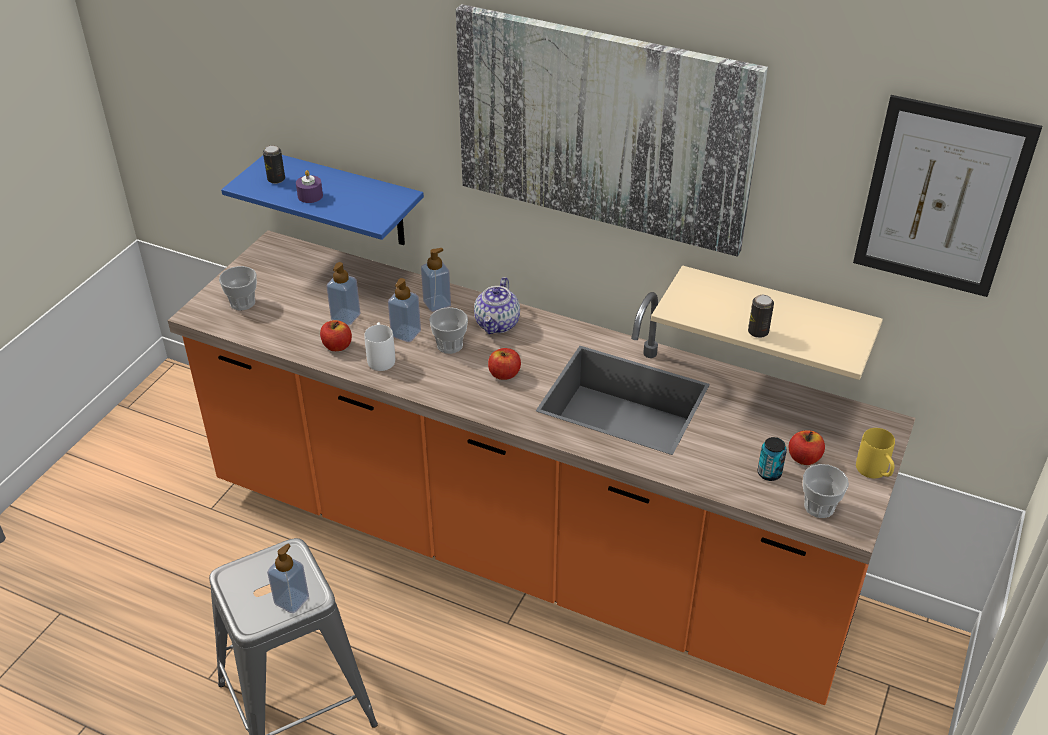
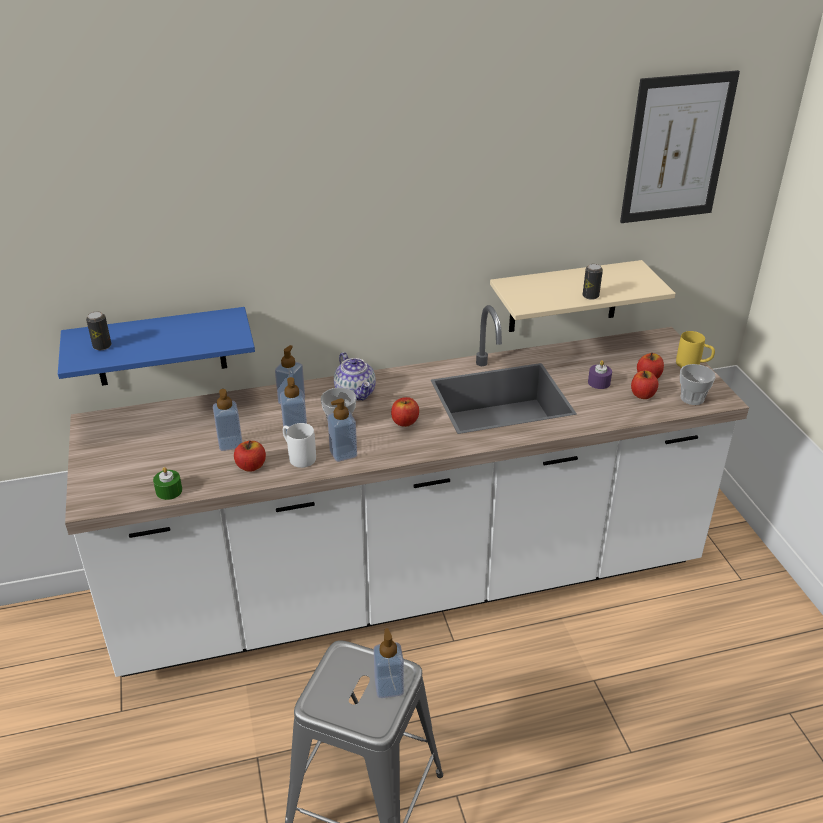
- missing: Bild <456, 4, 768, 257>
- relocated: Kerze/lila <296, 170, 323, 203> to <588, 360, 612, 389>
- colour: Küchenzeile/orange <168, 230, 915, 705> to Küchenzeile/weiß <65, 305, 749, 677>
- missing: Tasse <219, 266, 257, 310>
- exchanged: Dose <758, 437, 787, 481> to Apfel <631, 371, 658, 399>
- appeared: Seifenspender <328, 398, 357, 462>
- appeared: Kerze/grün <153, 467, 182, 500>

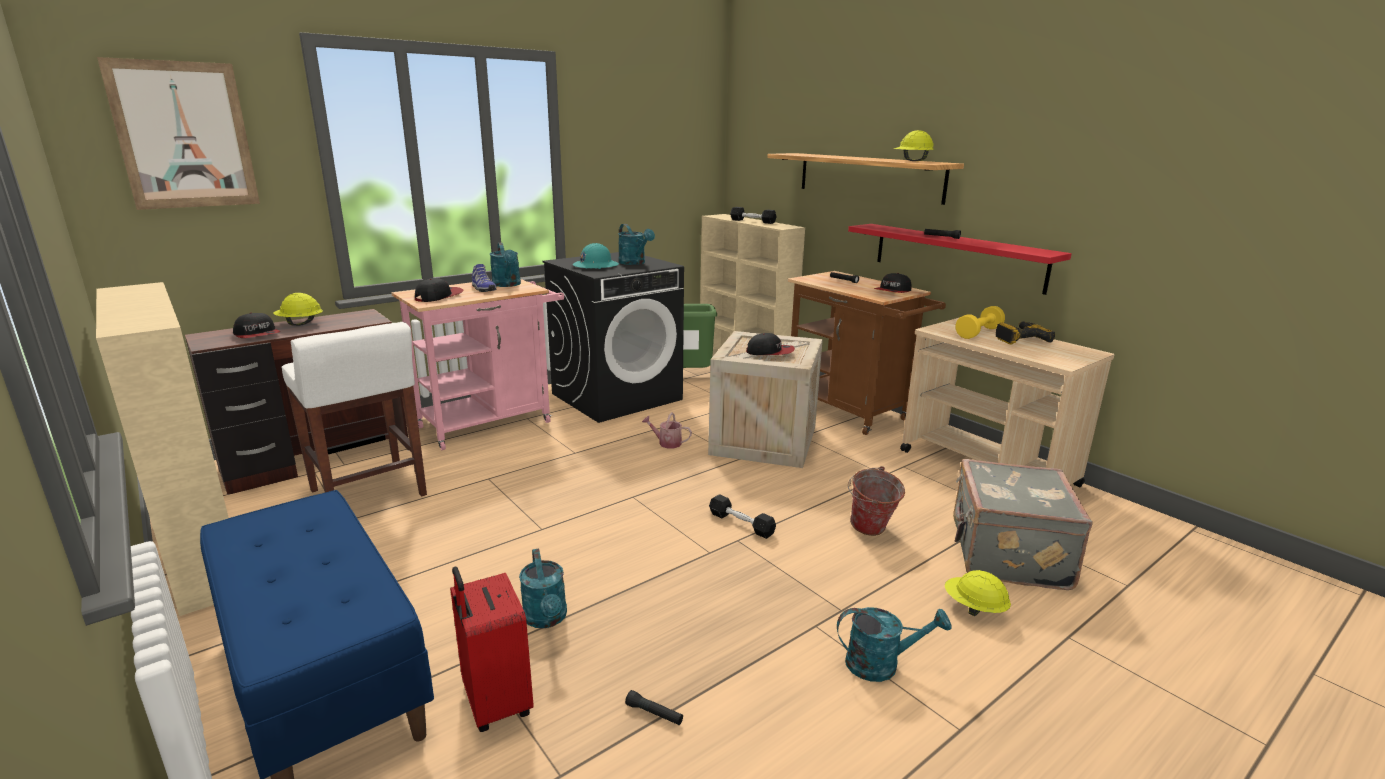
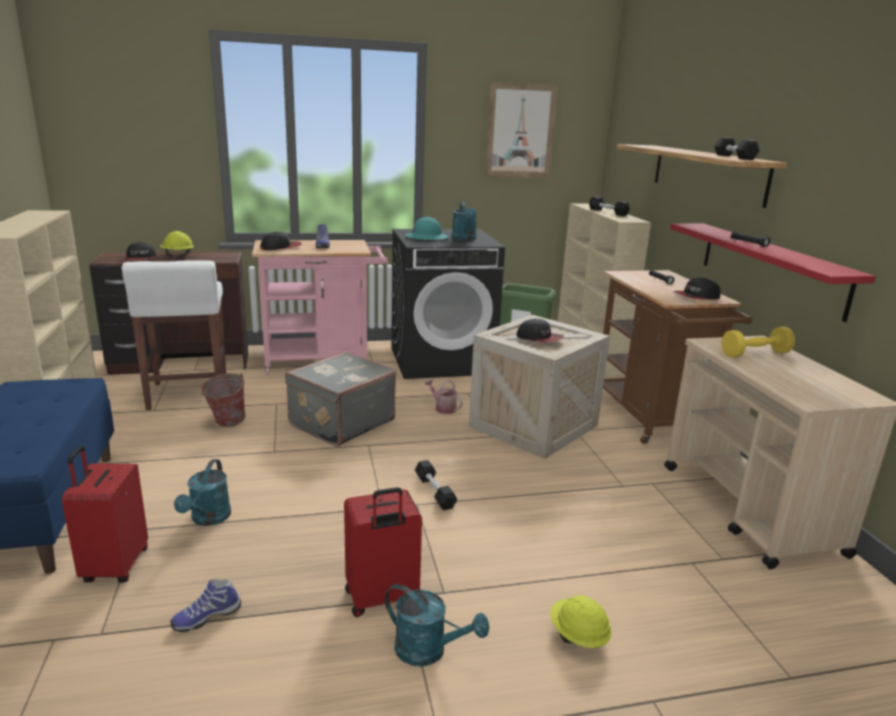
- relocated: Bild <97, 57, 260, 210> to <485, 82, 558, 178>
- exchanged: Schutzhelm/gelb <894, 130, 935, 161> to Hantel/schwarz <714, 137, 760, 160>
- missing: Gießkanne/türkis <490, 243, 521, 287>
- missing: Bohrmaschine <996, 321, 1055, 344>
- relocated: Koffer/grau <953, 459, 1092, 590> to <285, 352, 397, 446>
- relocated: Eimer <848, 466, 905, 536> to <199, 373, 245, 427>
- exchanged: Taschenlampe/schwarz <625, 690, 683, 725> to Schuh <170, 579, 241, 632>
- appeared: Koffer/rot <344, 487, 422, 617>

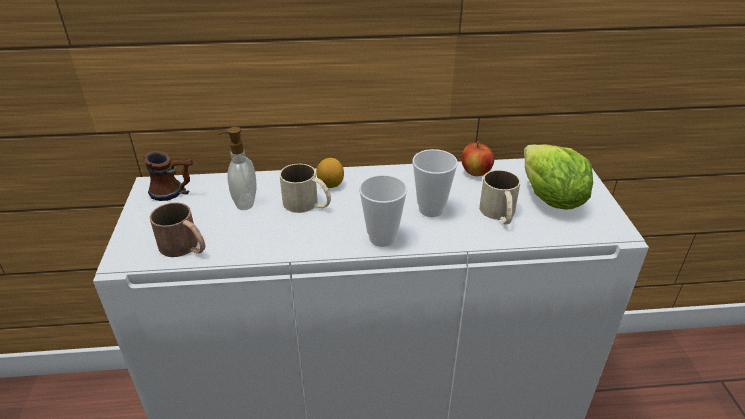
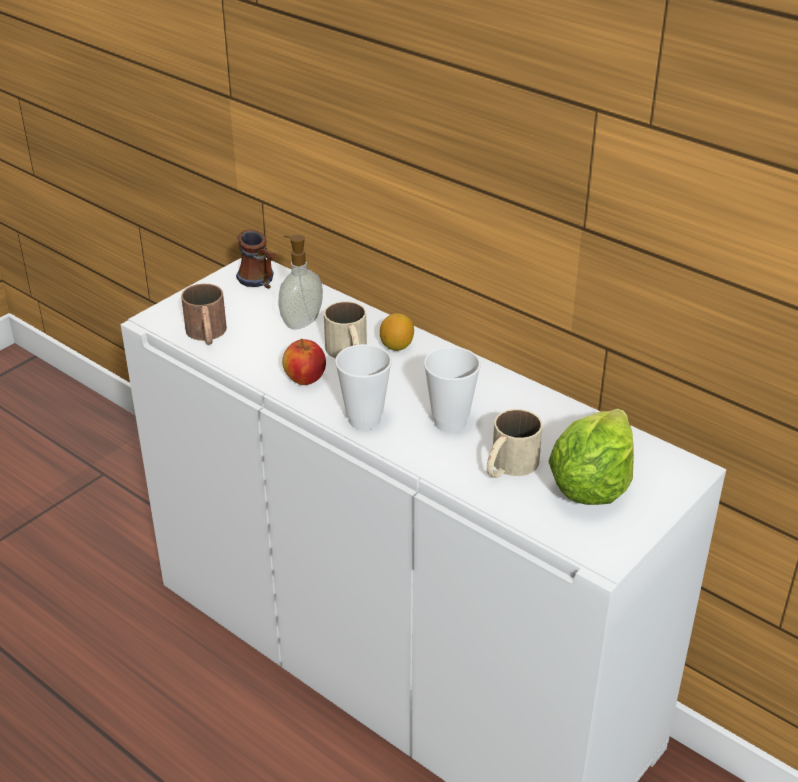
- relocated: Apfel <461, 141, 494, 176> to <282, 339, 326, 385>

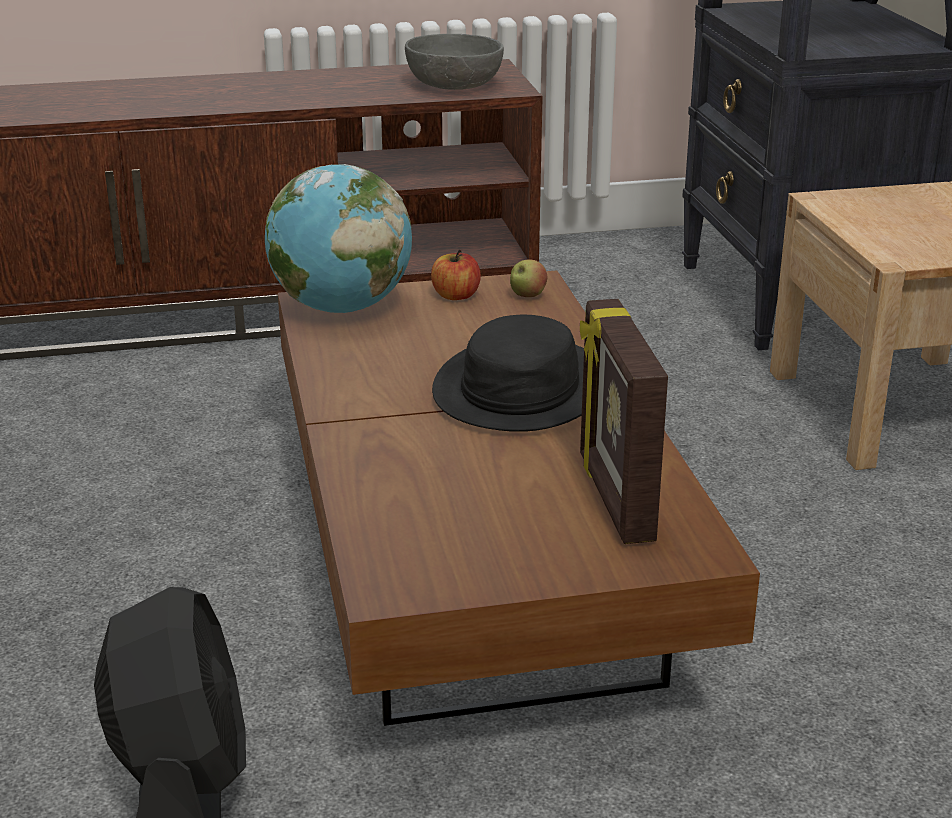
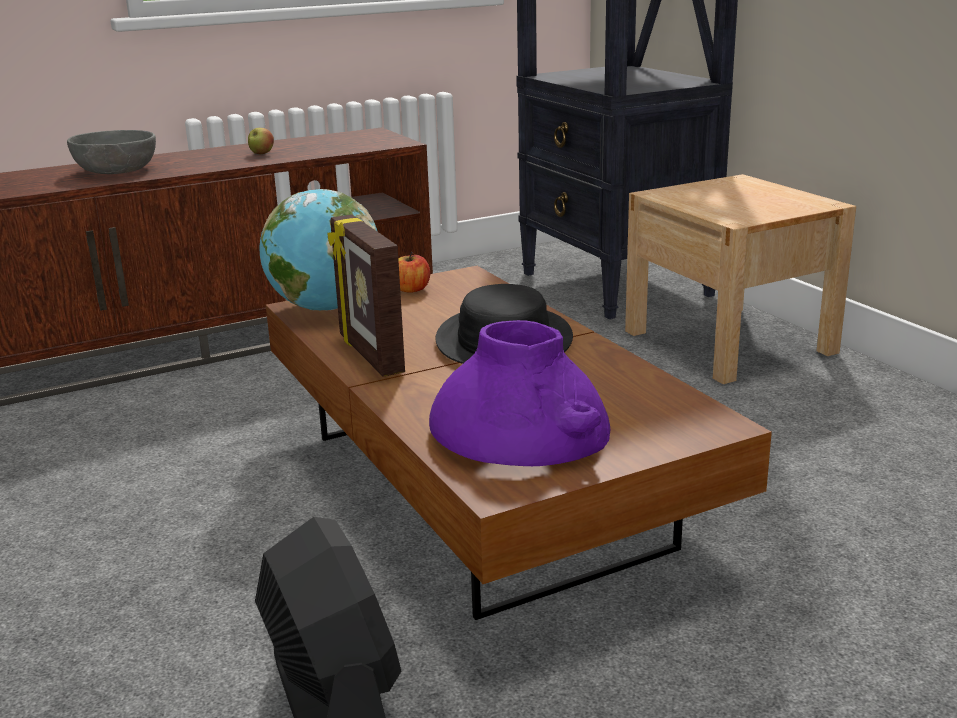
- relocated: Schüssel/grau <405, 34, 504, 90> to <67, 130, 156, 174>
- relocated: Apfel <510, 259, 547, 297> to <248, 128, 274, 154>
- relocated: Bilderrahmen <580, 299, 668, 544> to <328, 214, 405, 377>
- appeared: Vase/lila <429, 320, 611, 466>

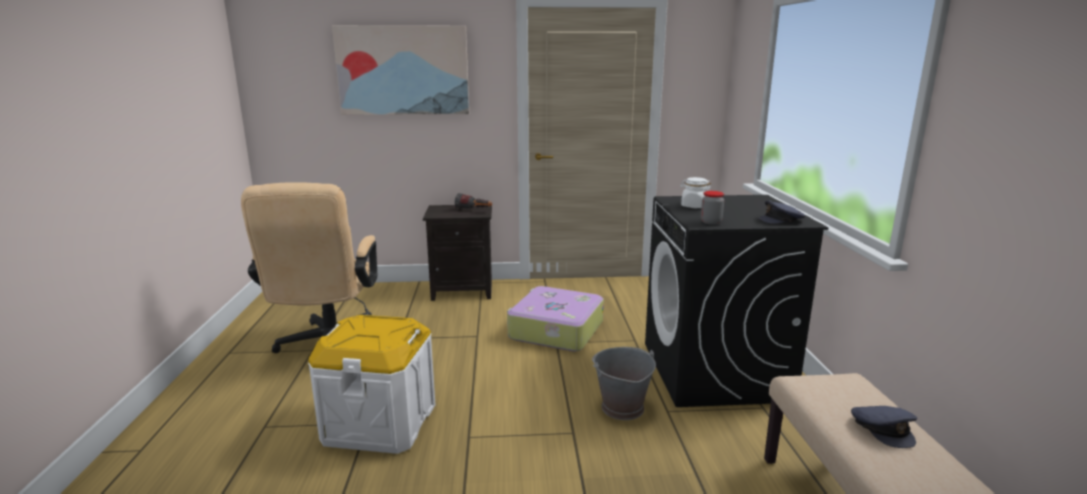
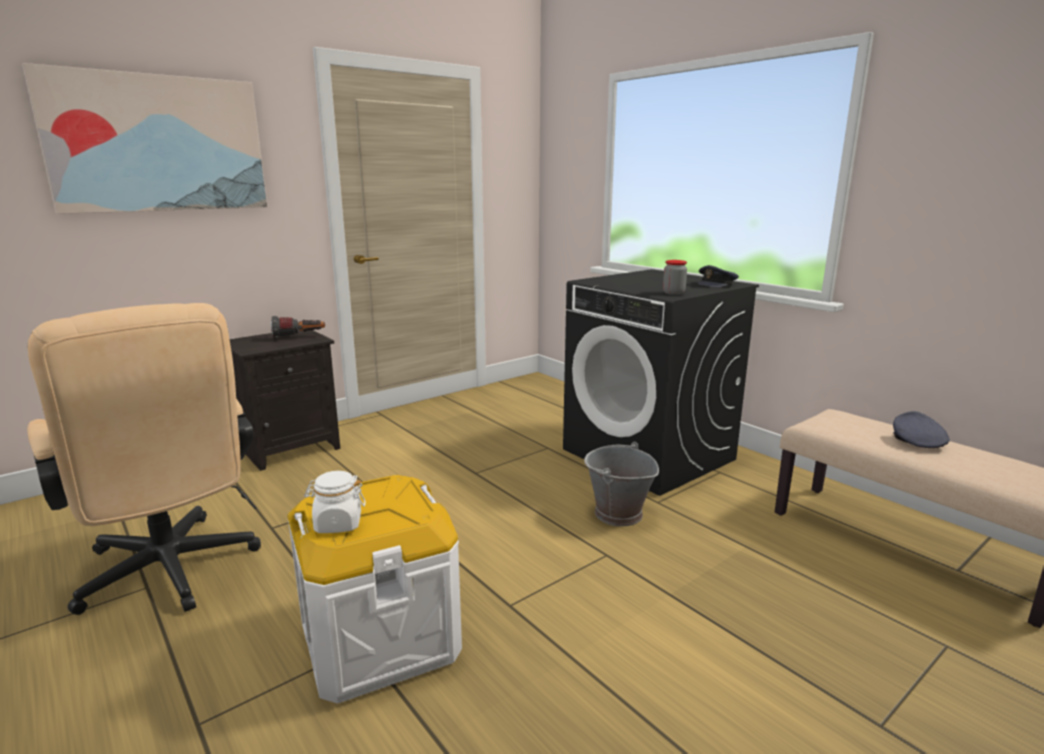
- relocated: Vorratsglas/weiß <680, 177, 711, 208> to <304, 471, 366, 533>
- missing: Koffer <507, 286, 604, 352>
- spun: Kappe/grau <851, 406, 917, 448> = <893, 411, 950, 448> 120 degrees counterclockwise

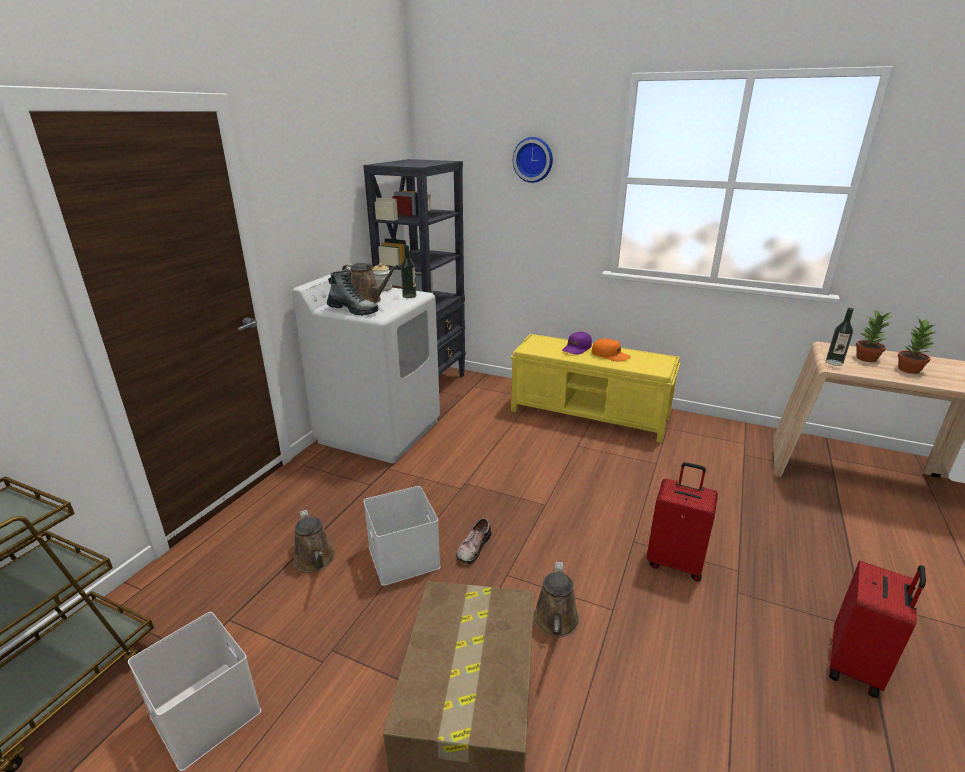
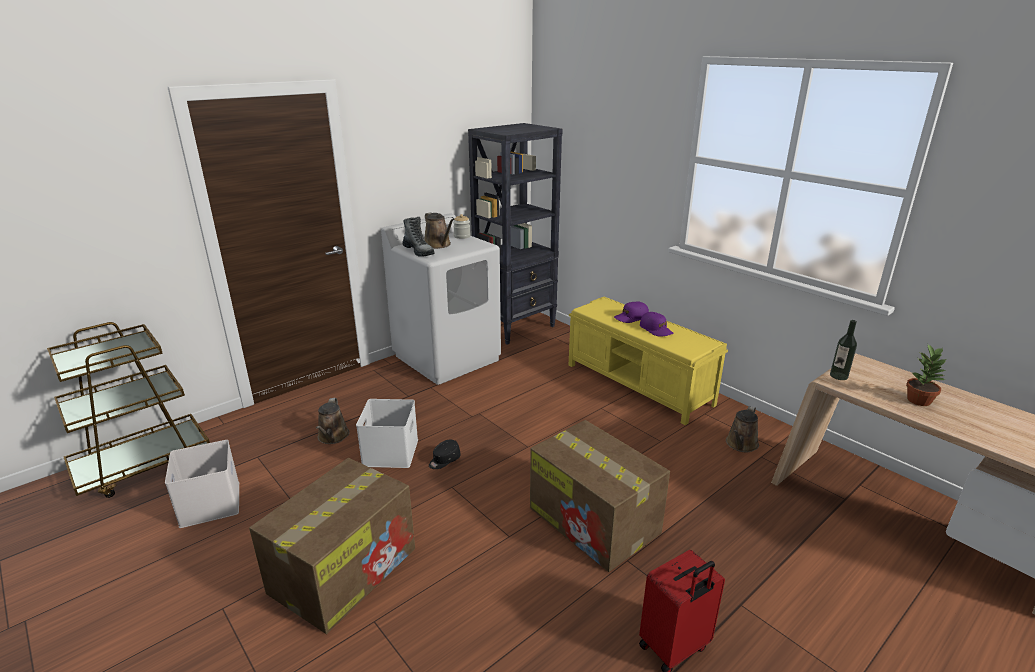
- missing: Wanduhr <513, 137, 553, 183>
- missing: Flasche <401, 245, 416, 298>
- missing: Topfpflanze <856, 310, 892, 362>
- colour: Kappe/orange <591, 339, 631, 361> to Kappe/lila <640, 312, 673, 337>
- exchanged: Koffer/rot <647, 462, 718, 582> to Karton <530, 420, 670, 572>
- exchanged: Schuh <456, 518, 492, 564> to Kappe/schwarz <429, 439, 461, 469>
- relocated: Gießkanne/braun <533, 562, 579, 637> to <726, 406, 759, 453>

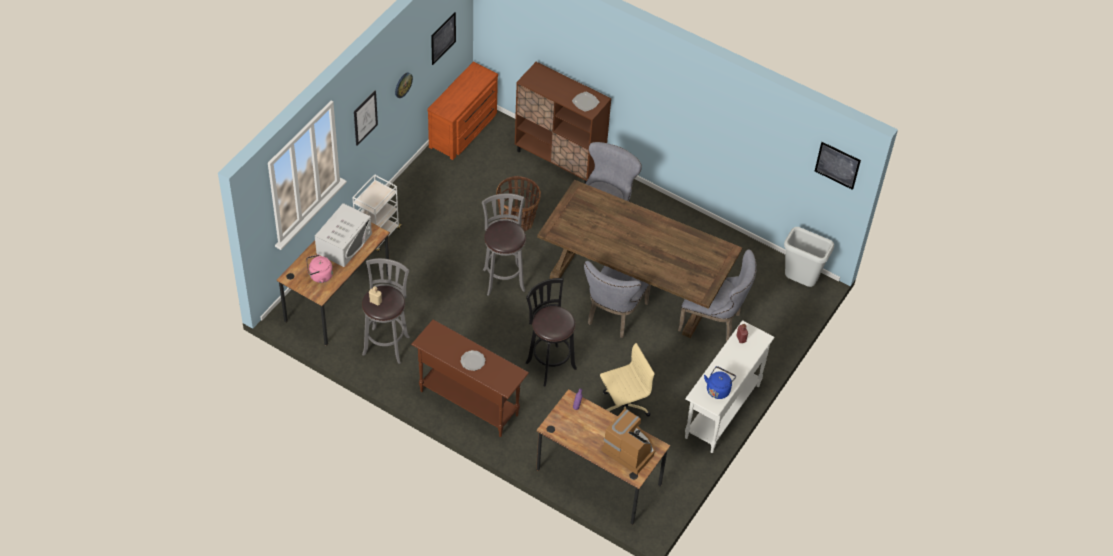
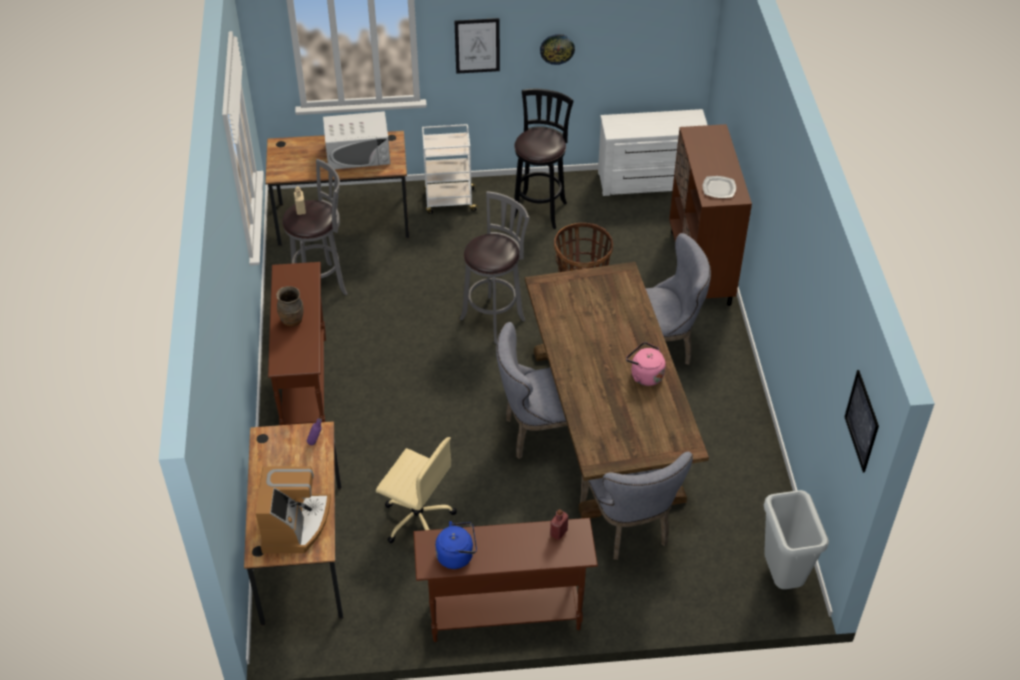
- missing: Bild <431, 12, 456, 65>
- colour: Kommode/braun <427, 61, 498, 160> to Kommode/weiß <598, 109, 707, 196>
- relocated: Wasserkessel/rosa <306, 255, 333, 283> to <626, 342, 666, 386>
- relocated: Hocker/schwarz <525, 278, 577, 387> to <514, 89, 573, 229>
- colour: Konsolentisch/weiß <685, 320, 775, 453> to Konsolentisch/braun <413, 518, 598, 642>
- exchanged: Teller <460, 350, 485, 371> to Vase/braun <276, 286, 304, 327>

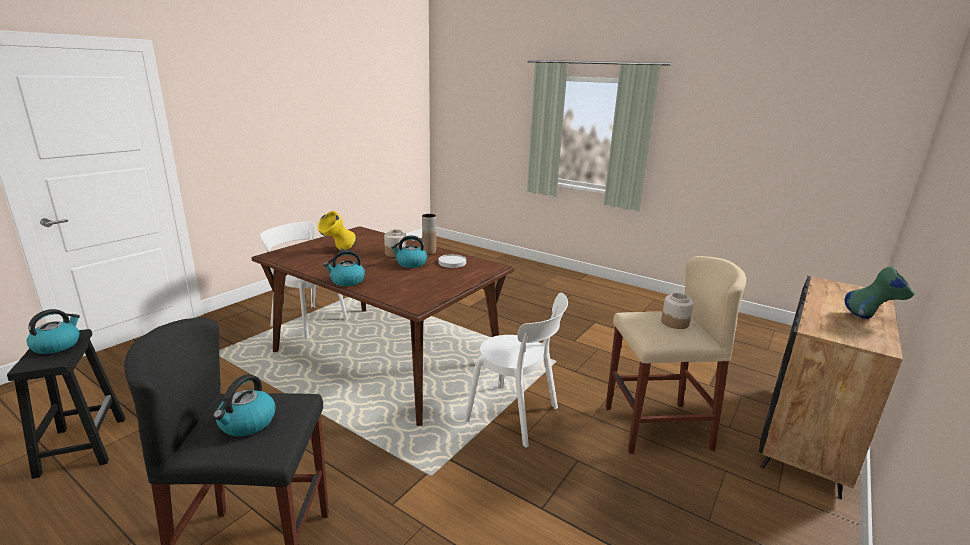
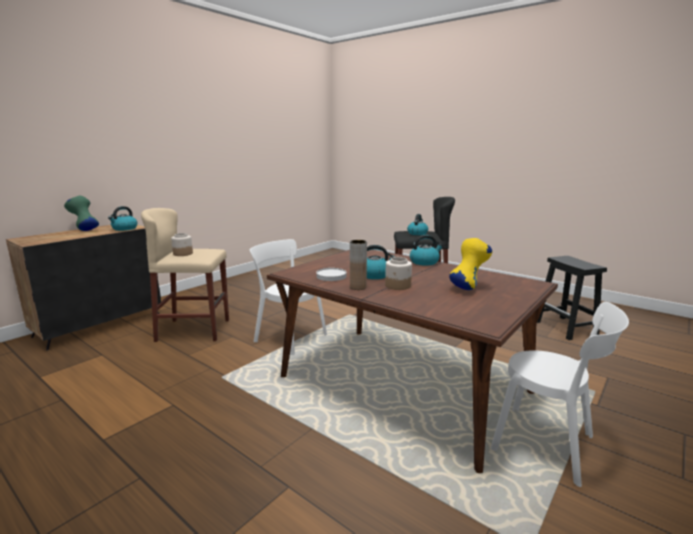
- relocated: Wasserkessel <26, 309, 80, 354> to <108, 206, 137, 231>

